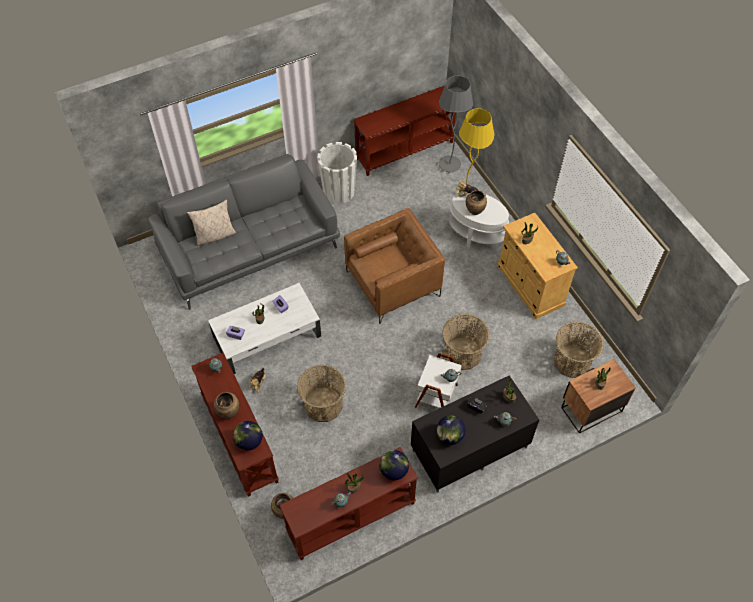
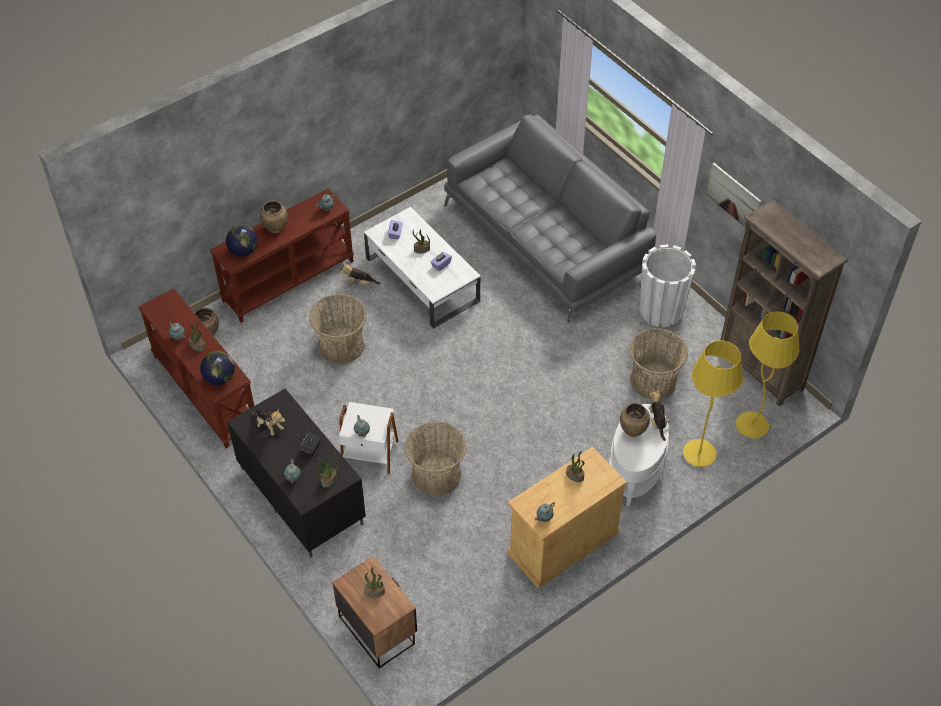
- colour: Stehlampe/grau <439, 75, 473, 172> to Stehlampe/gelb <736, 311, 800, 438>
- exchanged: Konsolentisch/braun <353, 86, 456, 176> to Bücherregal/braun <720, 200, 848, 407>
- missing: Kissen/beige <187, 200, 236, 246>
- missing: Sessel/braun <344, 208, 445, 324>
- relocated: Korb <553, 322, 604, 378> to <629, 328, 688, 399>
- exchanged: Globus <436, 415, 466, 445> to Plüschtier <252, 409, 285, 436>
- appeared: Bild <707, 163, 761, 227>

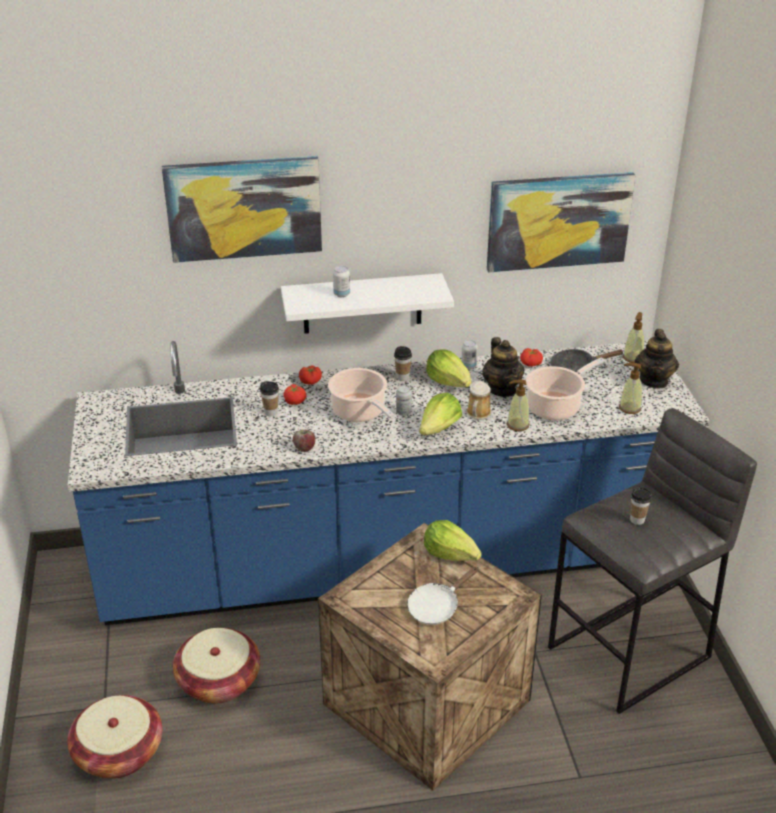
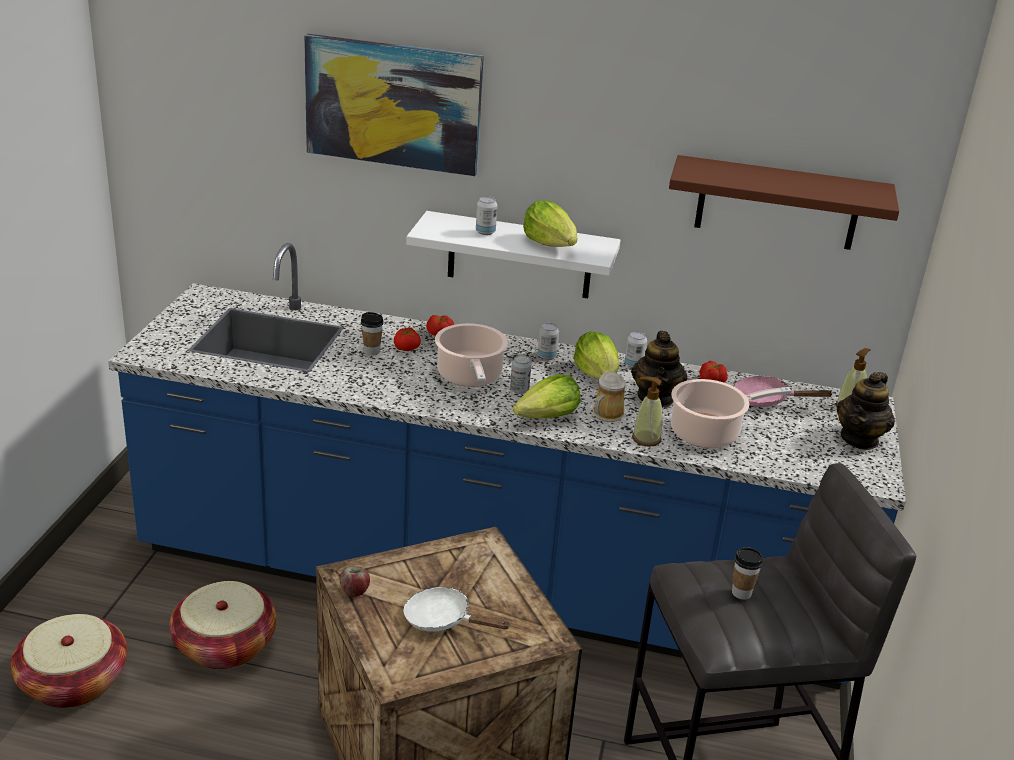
- exchanged: Bild <487, 172, 636, 273> to Wandregal/braun <669, 155, 899, 250>
- exchanged: Tasse <394, 346, 412, 381> to Dose <537, 323, 559, 360>
- colour: Pfanne/schwarz <550, 349, 624, 374> to Pfanne/rosa <734, 375, 832, 407>
- missing: Seifenspender <619, 363, 642, 414>
- relocated: Apfel <293, 430, 315, 452> to <340, 566, 370, 597>
- relocated: Salatkopf <424, 520, 482, 561> to <523, 201, 577, 247>
- spun: Pfanne/weiß <407, 567, 478, 625> = <403, 587, 511, 632> 45 degrees clockwise

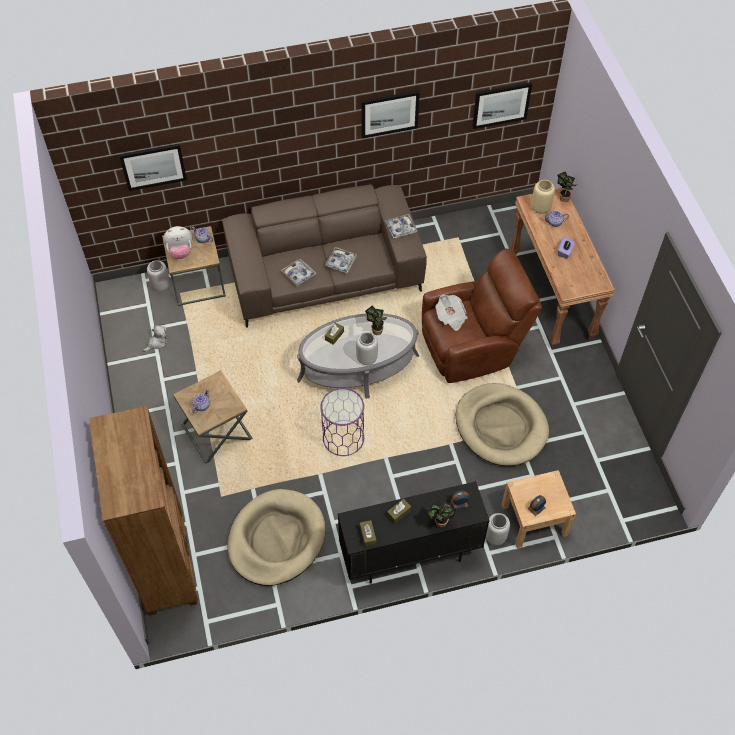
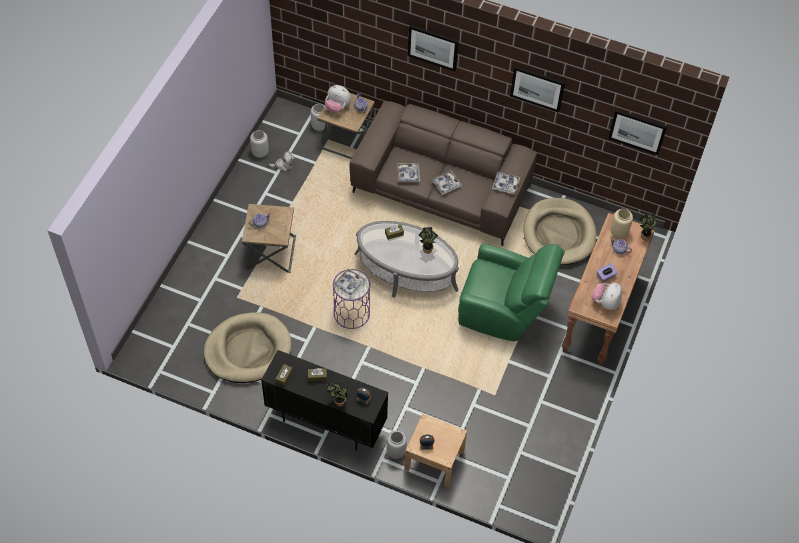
- relocated: Bild <119, 144, 187, 191> to <408, 25, 459, 71>
- colour: Sessel/braun <422, 249, 542, 383> to Sessel/grün <458, 244, 565, 341>
- missing: Zeitung <435, 294, 468, 331>
- relocated: Vase/grau <356, 332, 378, 365> to <250, 130, 269, 158>
- relocated: Hundebett/beige <456, 383, 549, 466> to <523, 198, 597, 265>
- missing: Bücherregal/braun <89, 406, 198, 615>
- appeared: Tablett <333, 268, 366, 297>
- appeared: Plüschtier <592, 283, 622, 310>

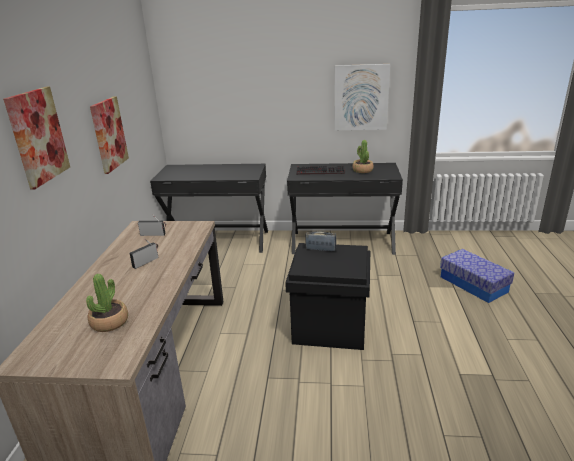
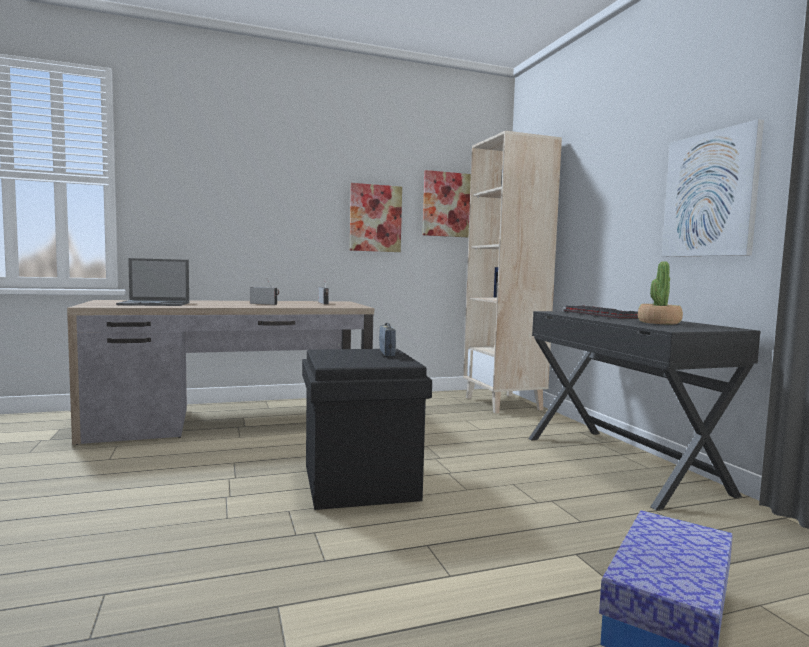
- relocated: Bild <3, 87, 70, 189> to <422, 170, 471, 237>
- exchanged: Schreibtisch/schwarz <150, 164, 268, 253> to Bücherregal/beige <463, 131, 562, 414>
- exchanged: Topfpflanze <86, 274, 128, 332> to Laptop <116, 258, 189, 306>

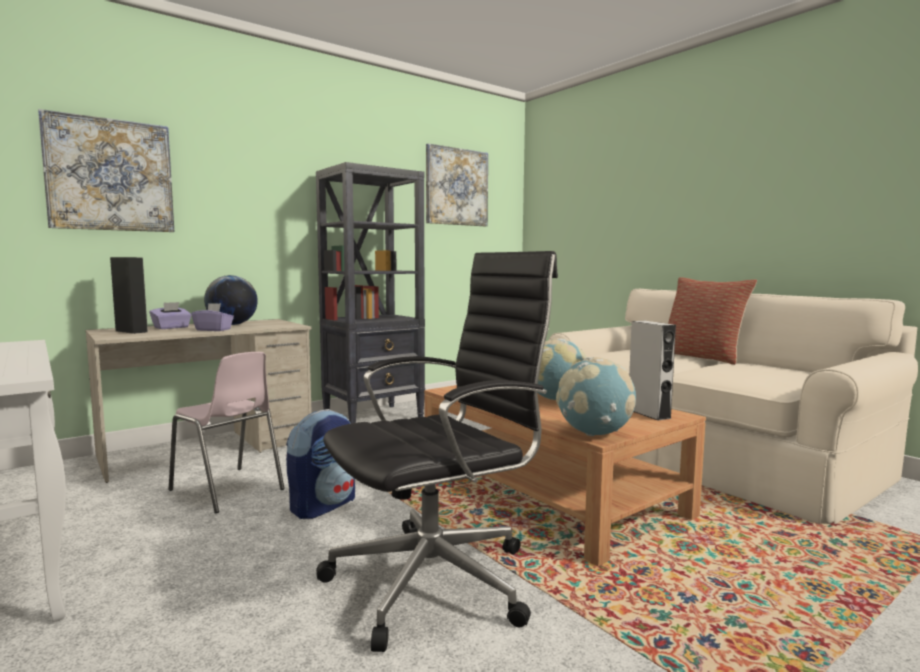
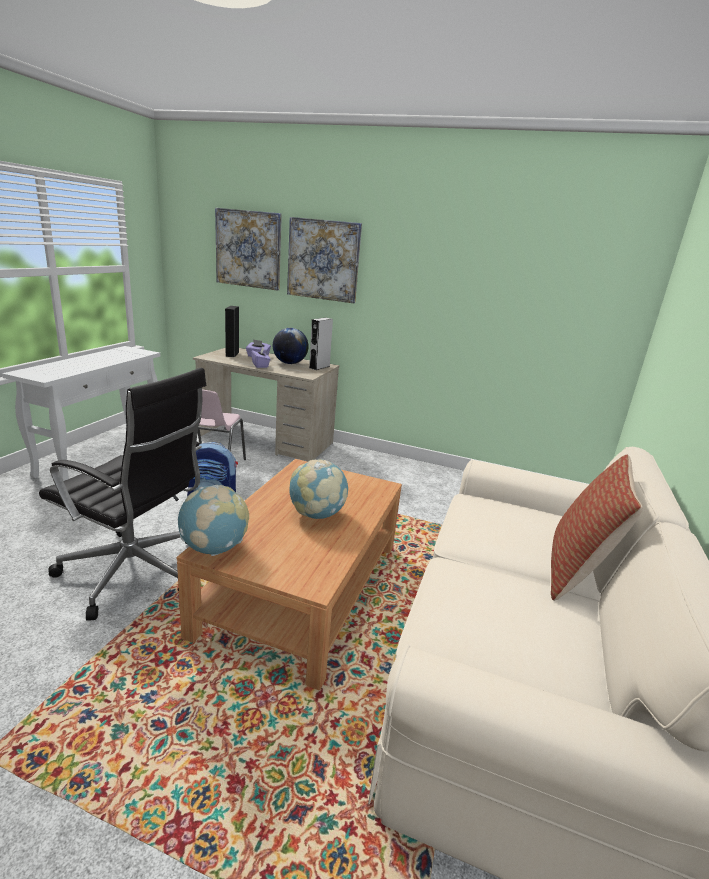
- relocated: Bild <426, 143, 488, 226> to <287, 217, 362, 303>
- missing: Bücherregal/schwarz <316, 162, 425, 424>
- relocated: Lautsprecher/grau <629, 321, 676, 421> to <309, 318, 333, 370>

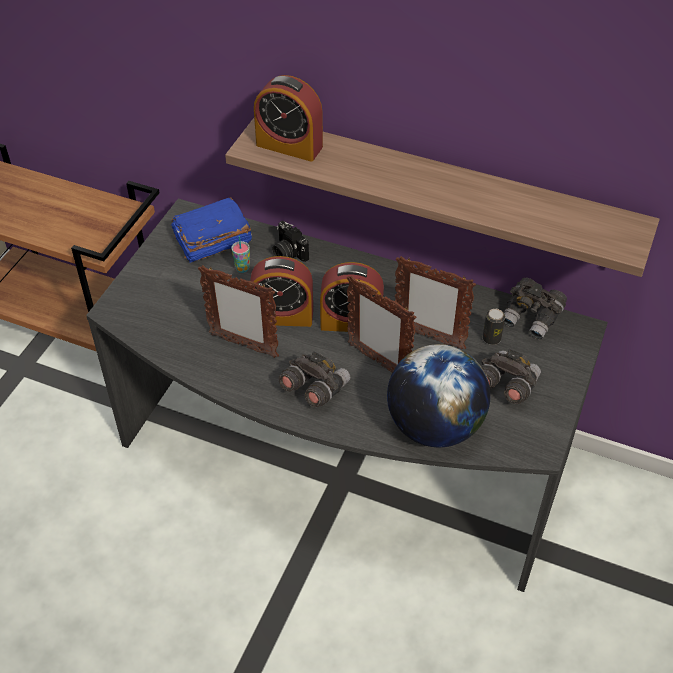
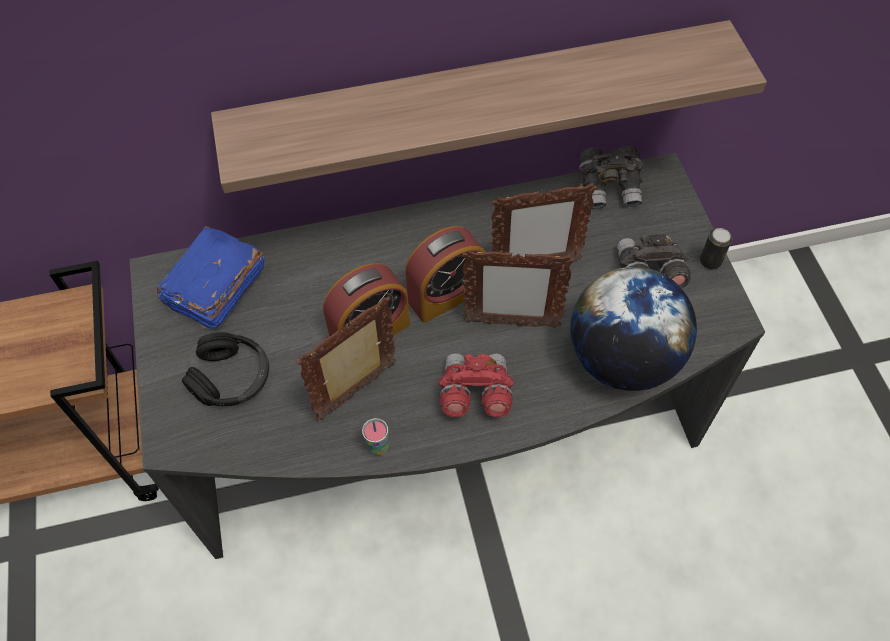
- missing: Wecker <254, 75, 323, 161>
- missing: Kamera <273, 221, 309, 262>
- relocated: Tasse <231, 236, 250, 273> to <362, 418, 389, 456>
- spun: Bilderrahmen <198, 265, 279, 358> = <297, 296, 396, 421> 150 degrees clockwise
- relocated: Dose <483, 309, 505, 345> to <700, 228, 732, 269>
- colour: Fernglas/grau <279, 351, 350, 407> to Fernglas/rot <439, 353, 514, 417>
- appeared: Kopfhörer/schwarz <182, 332, 269, 406>

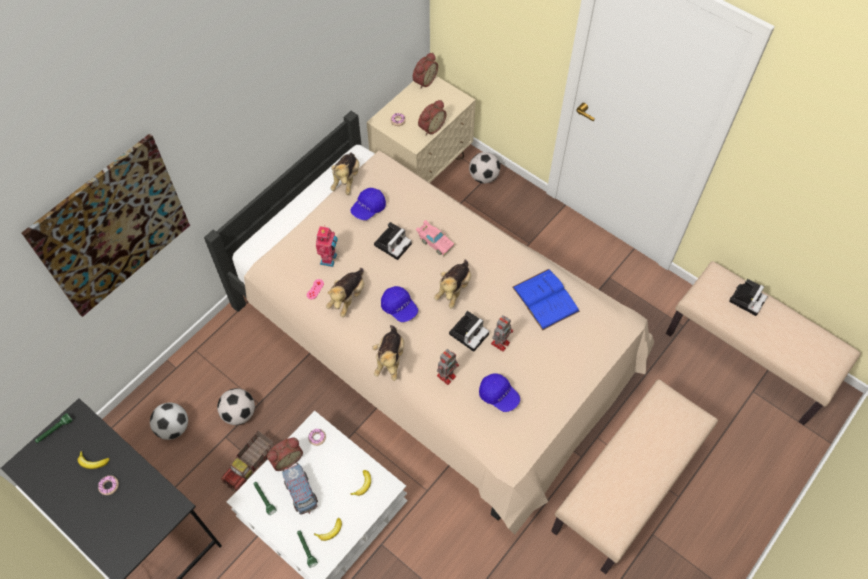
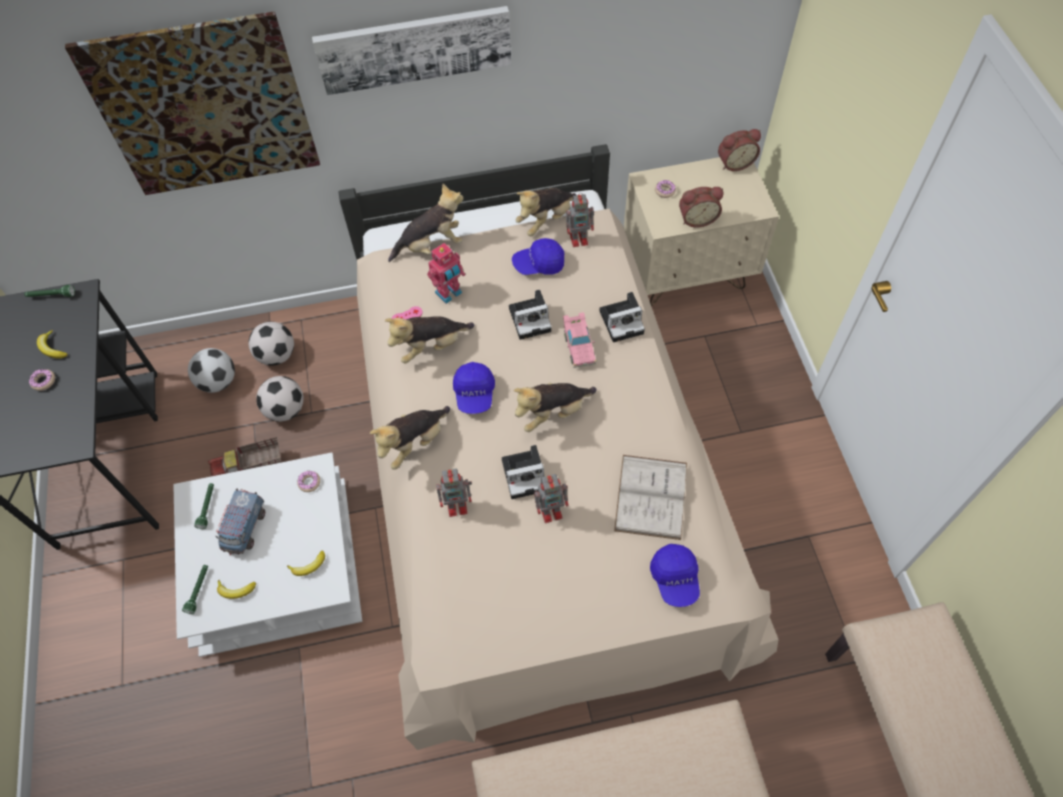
- relocated: Fußball <469, 152, 500, 183> to <248, 322, 294, 366>
- colour: Buch/blau <512, 269, 580, 330> to Buch/weiß <614, 455, 687, 540>
- relocated: Kamera <729, 279, 768, 316> to <599, 292, 645, 342>
- relocated: Kappe/blau <479, 373, 520, 412> to <650, 544, 700, 607>
- missing: Wecker <267, 437, 303, 471>
- appeared: Bild <312, 6, 511, 95>
- appeared: Plüschtier <388, 184, 464, 262>
- appeared: Spielzeugroboter <566, 193, 594, 247>

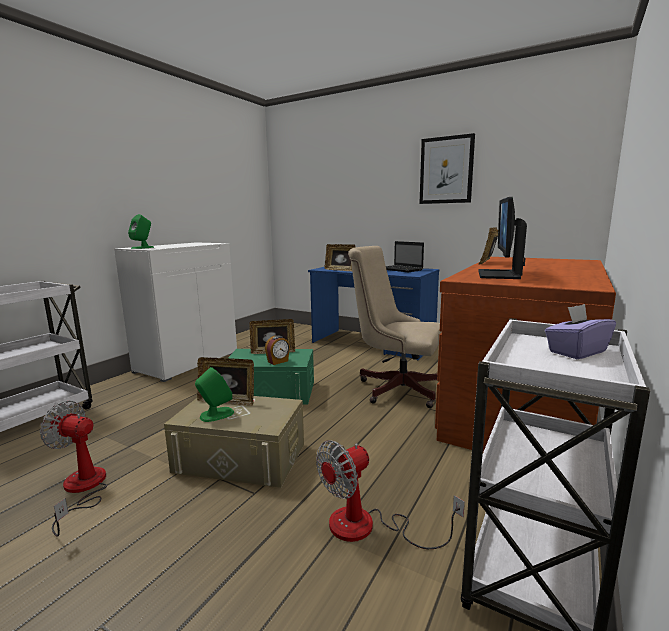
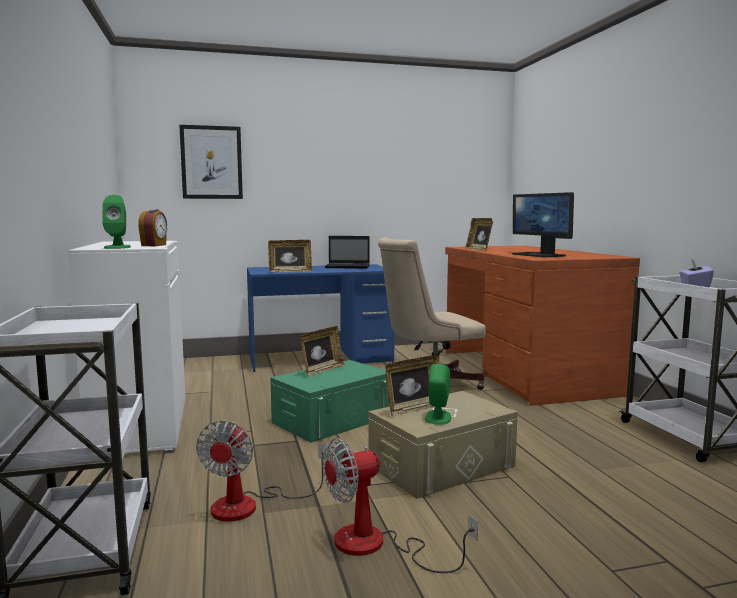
- relocated: Bild <419, 133, 475, 204> to <179, 125, 243, 199>
- relocated: Wecker <265, 336, 290, 365> to <138, 209, 167, 246>
- relocated: Ventilator <316, 440, 465, 549> to <196, 420, 329, 522>

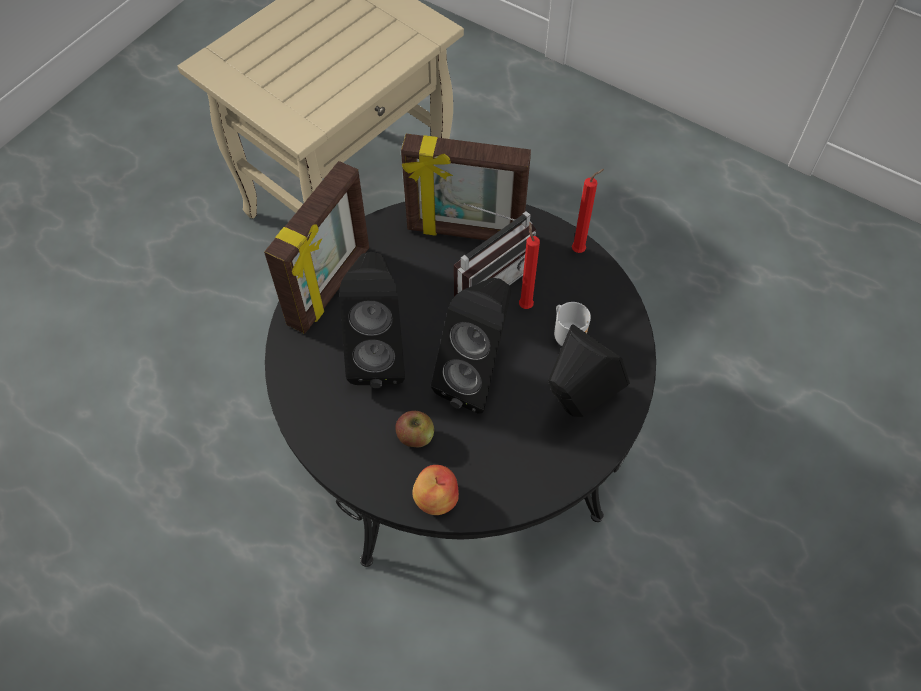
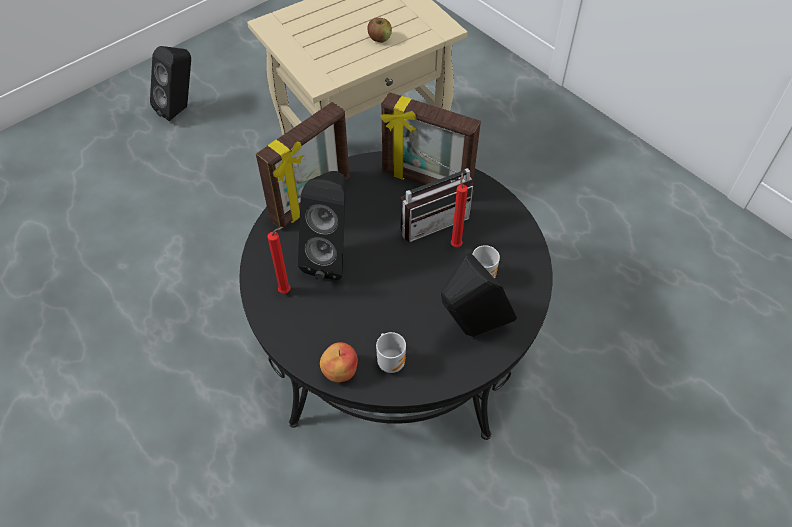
- relocated: Kerze/rot <572, 169, 604, 253> to <267, 227, 291, 294>
- relocated: Lautsprecher/schwarz <431, 278, 511, 414> to <150, 46, 191, 121>
- relocated: Apfel <395, 411, 434, 447> to <367, 18, 392, 43>
- appeared: Henkelbecher <376, 332, 406, 373>

